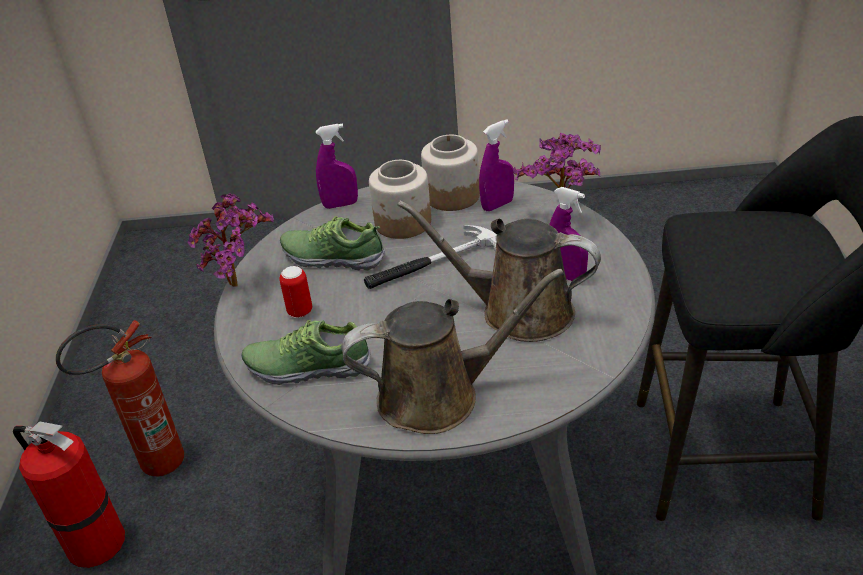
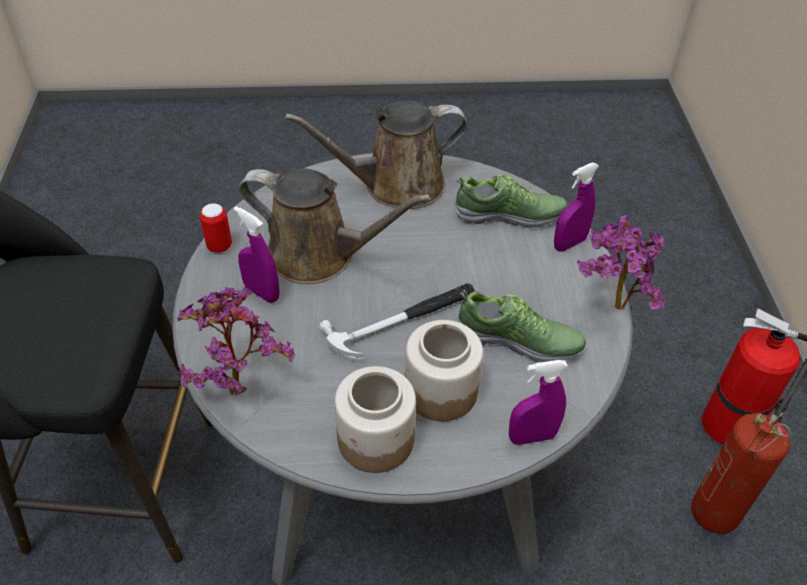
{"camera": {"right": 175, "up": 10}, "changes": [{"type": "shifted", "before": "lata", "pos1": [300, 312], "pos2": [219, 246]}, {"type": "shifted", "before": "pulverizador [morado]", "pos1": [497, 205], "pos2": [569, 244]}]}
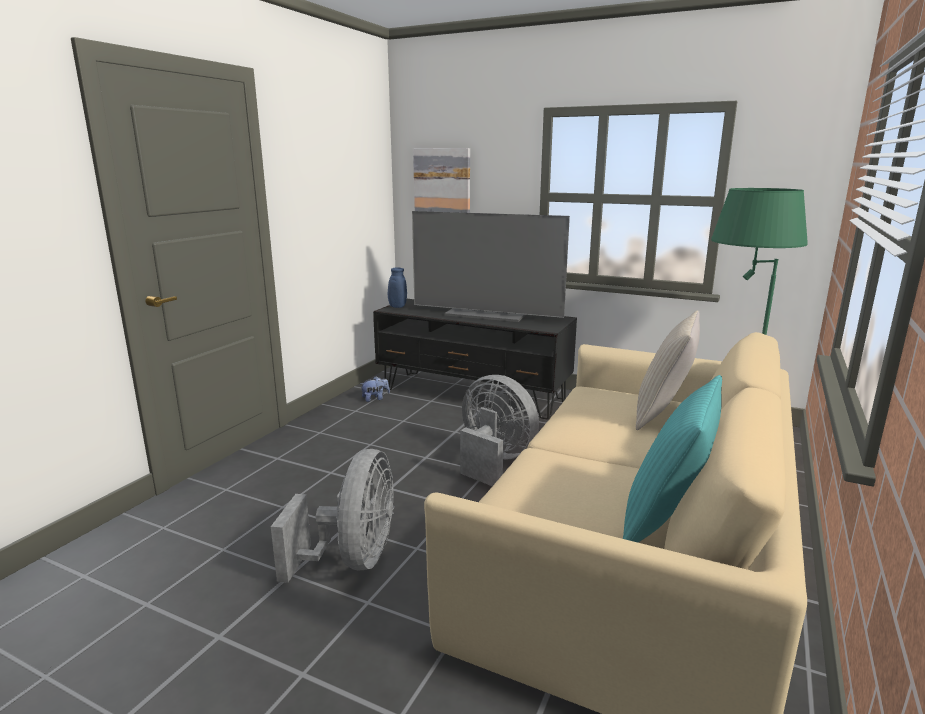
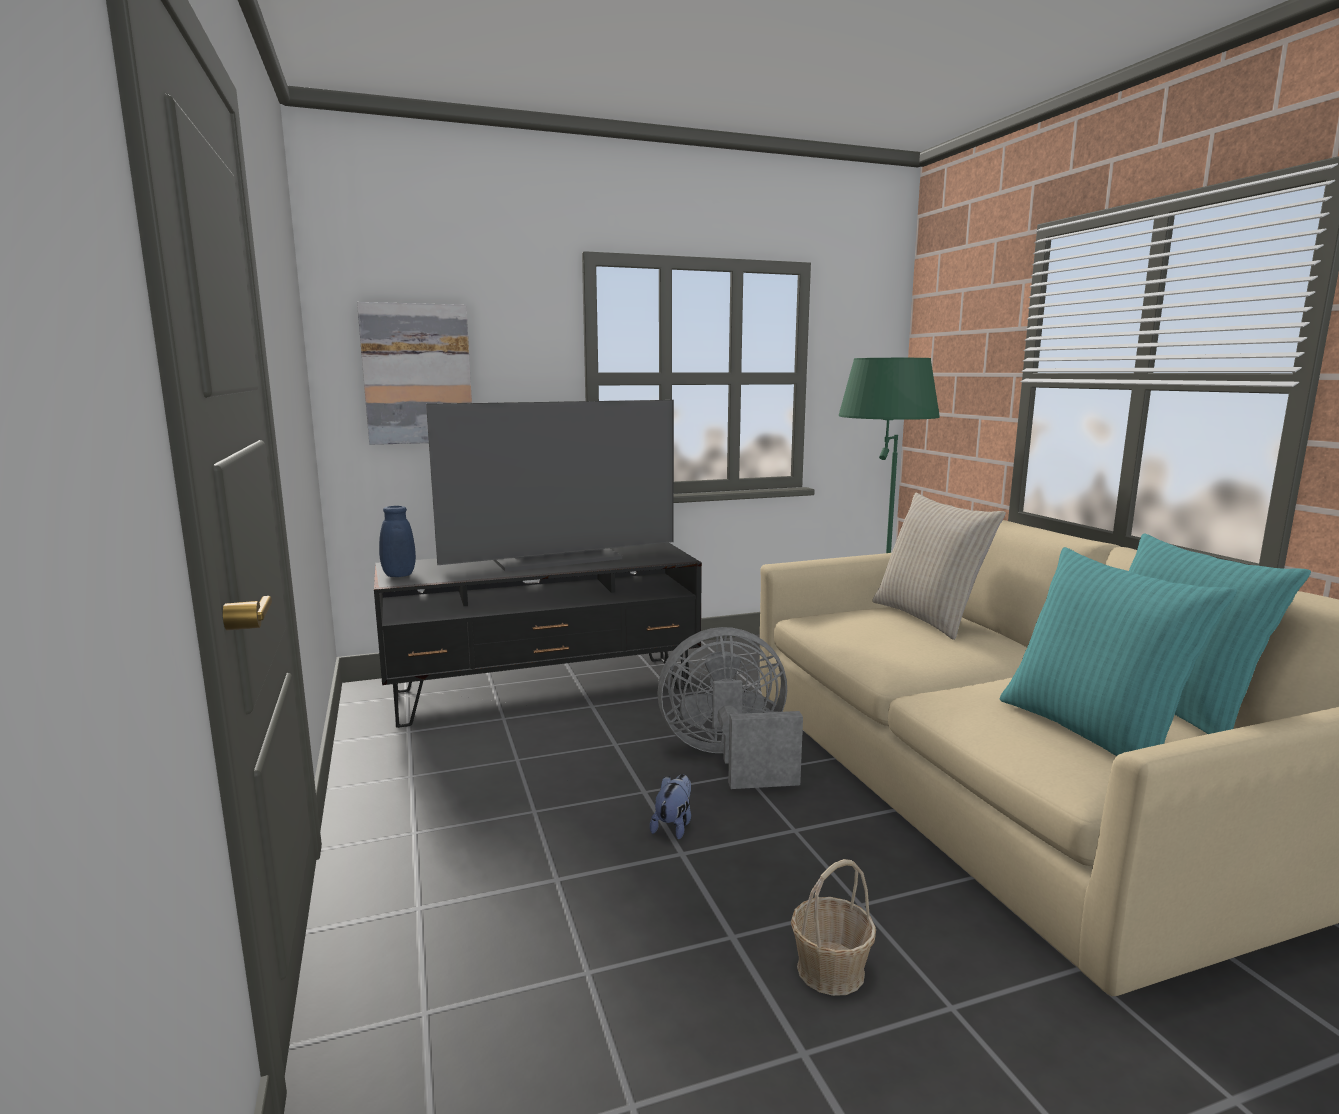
{"camera": {"right": -45, "up": -5}, "changes": [{"type": "new", "after": "cojín [turquesa]", "pos2": [1093, 732]}, {"type": "shifted", "before": "peluche", "pos1": [375, 399], "pos2": [674, 826]}, {"type": "swapped", "before": "ventilador [gris]", "after": "cesta", "pos1": [353, 559], "pos2": [830, 970]}]}
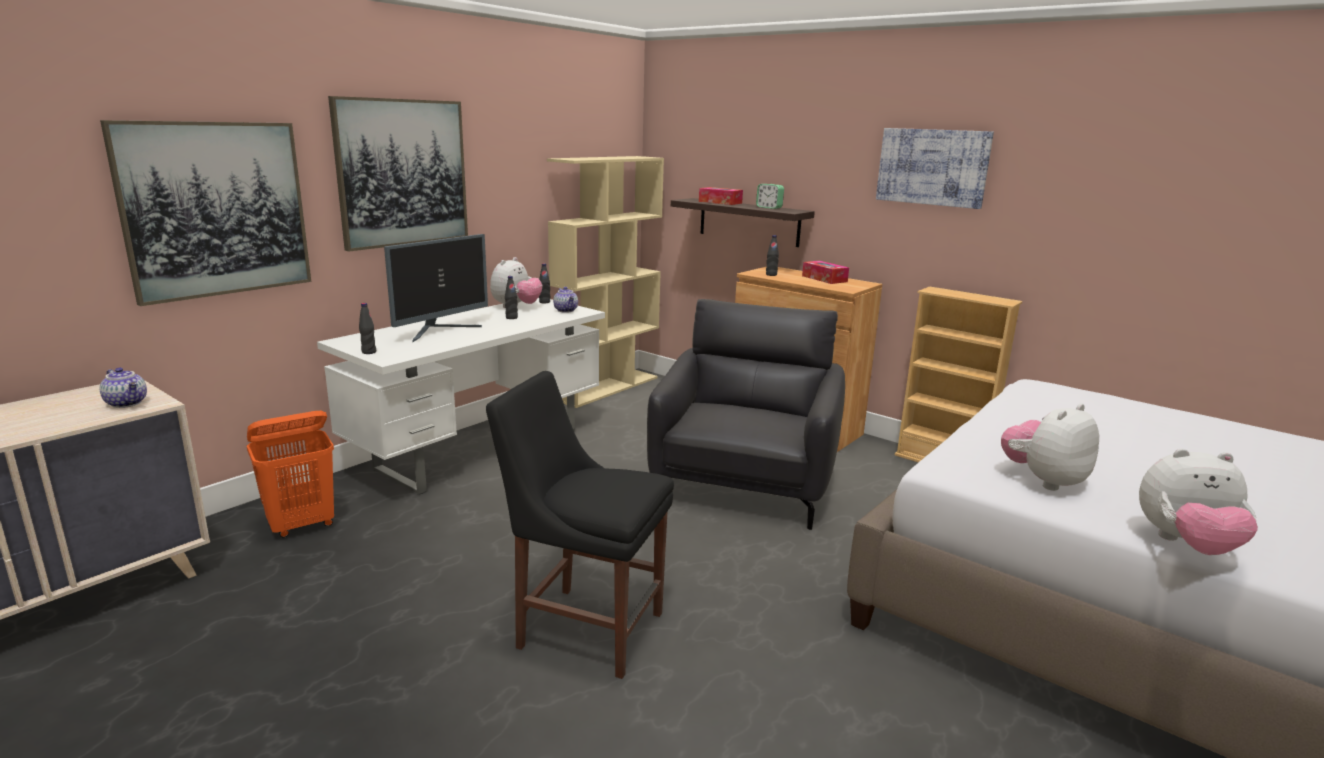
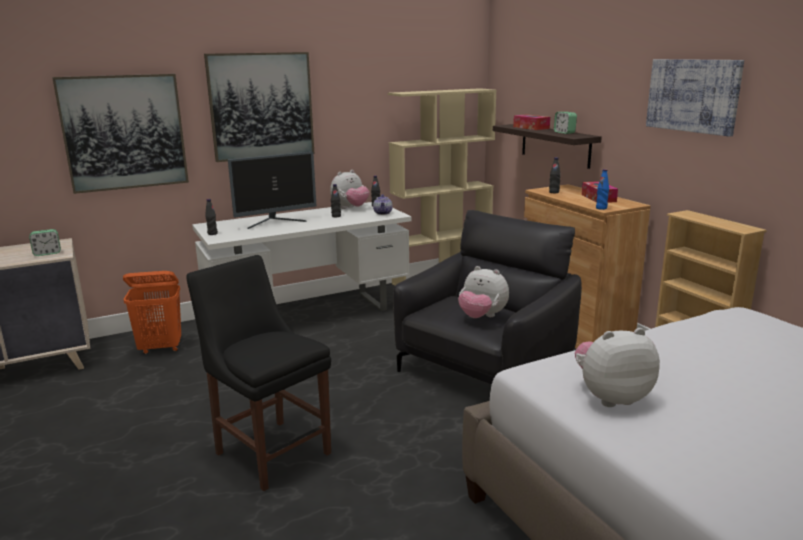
{"camera": {"right": 25, "up": 0}, "changes": [{"type": "new", "after": "botella [azul]", "pos2": [601, 208]}, {"type": "shifted", "before": "peluche", "pos1": [1186, 545], "pos2": [482, 317]}, {"type": "swapped", "before": "tetera", "after": "despertador", "pos1": [127, 403], "pos2": [47, 253]}]}
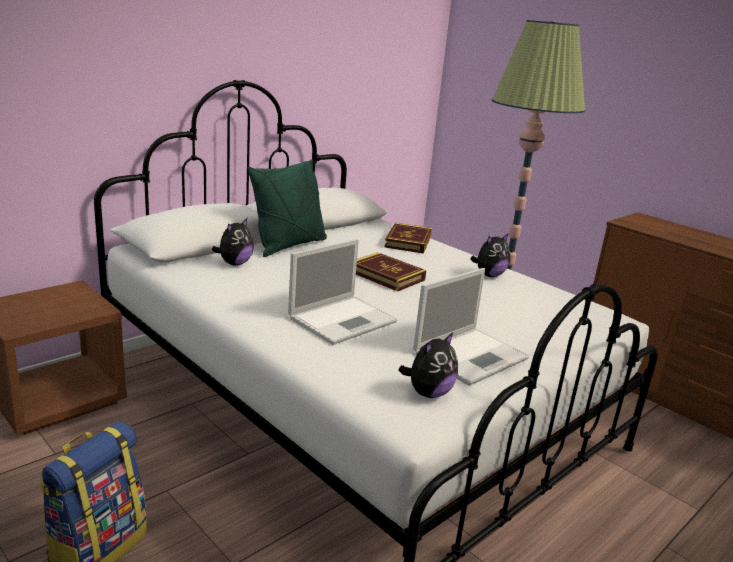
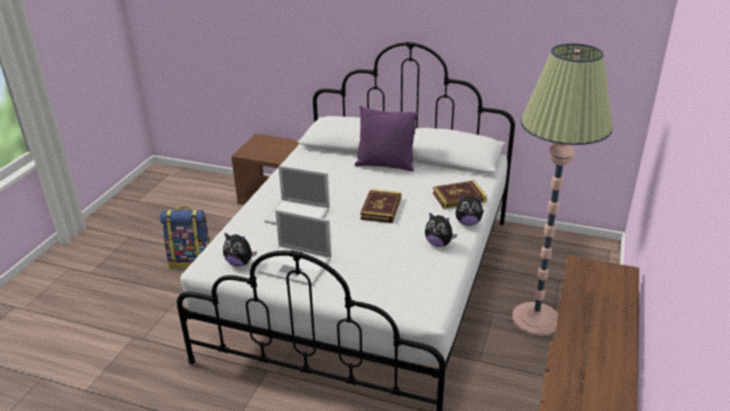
{"camera": {"right": 65, "up": 10}, "changes": [{"type": "shifted", "before": "peluche", "pos1": [234, 263], "pos2": [468, 223]}, {"type": "repainted", "before": "cojín [verde]", "after": "cojín [morado]", "pos1": [289, 245], "pos2": [385, 165]}]}
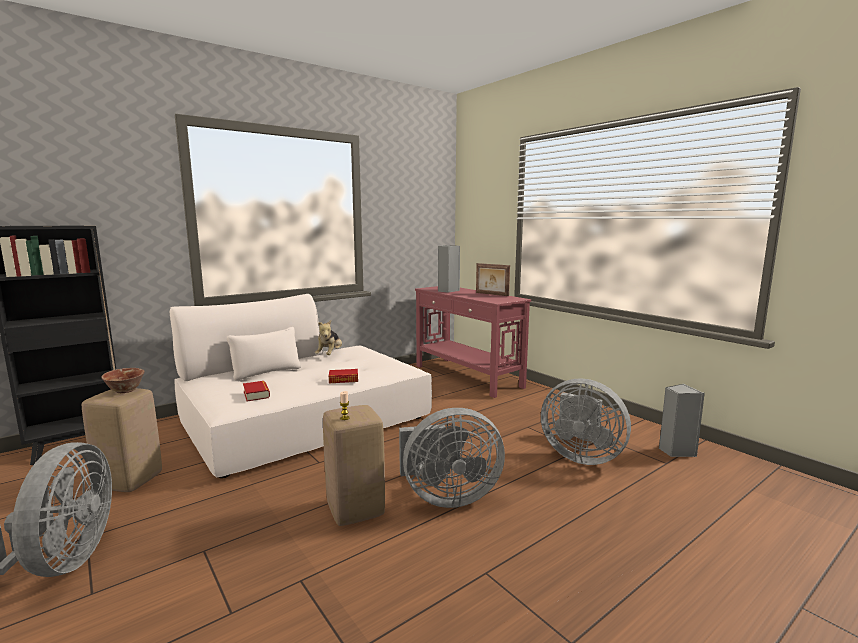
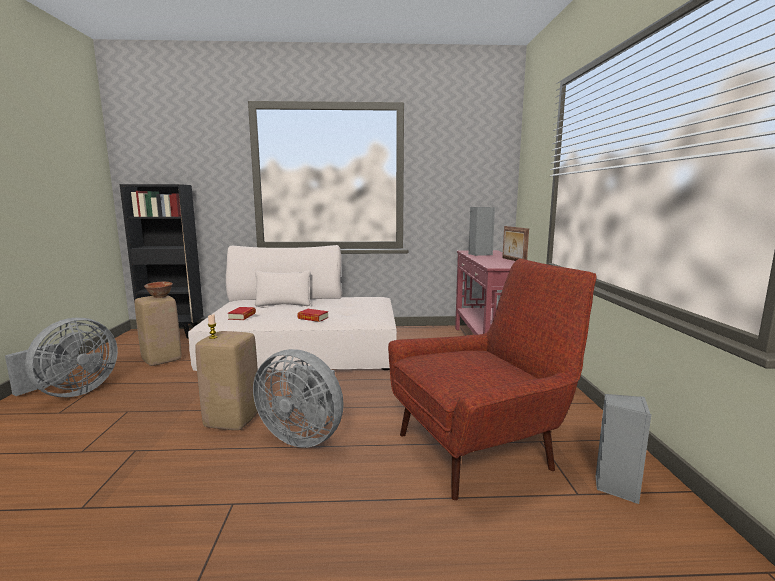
{"camera": {"right": 35, "up": 0}, "changes": [{"type": "gone", "before": "peluche", "pos1": [330, 355]}, {"type": "swapped", "before": "ventilador [gris]", "after": "sillón [rojo]", "pos1": [580, 456], "pos2": [481, 448]}]}
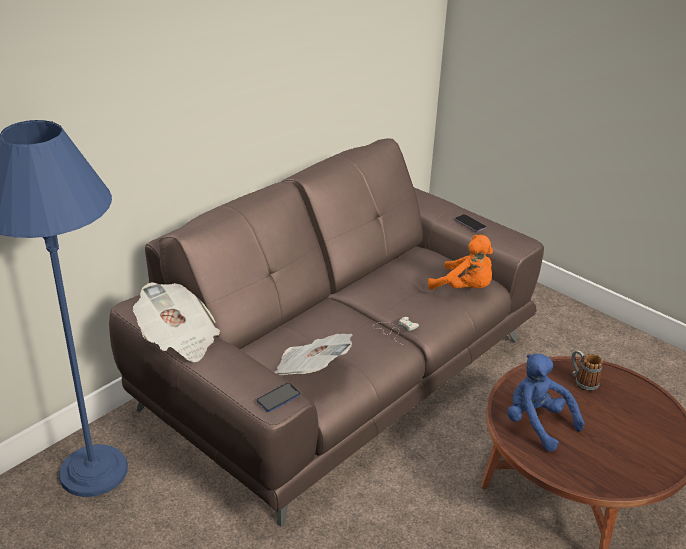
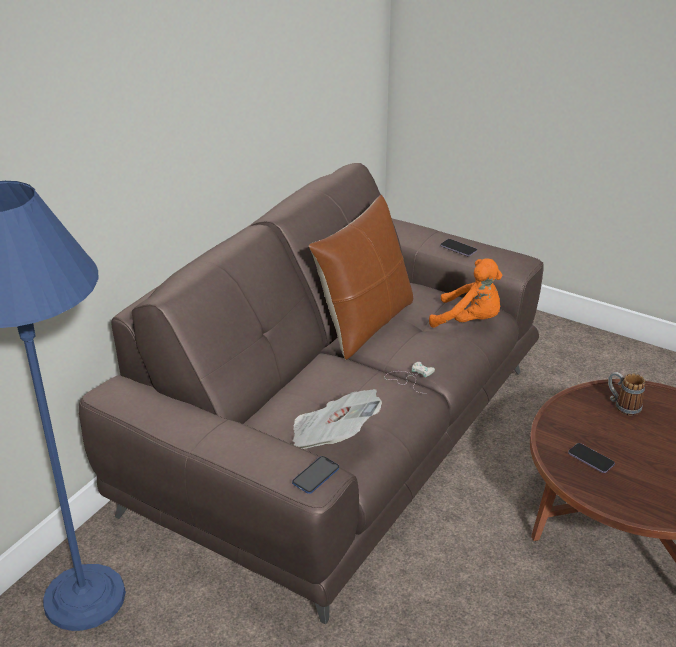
{"camera": {"right": -10, "up": 0}, "changes": [{"type": "gone", "before": "periódico", "pos1": [179, 339]}, {"type": "new", "after": "cojín [marrón]", "pos2": [364, 324]}, {"type": "swapped", "before": "peluche [azul]", "after": "móvil", "pos1": [536, 423], "pos2": [591, 459]}]}
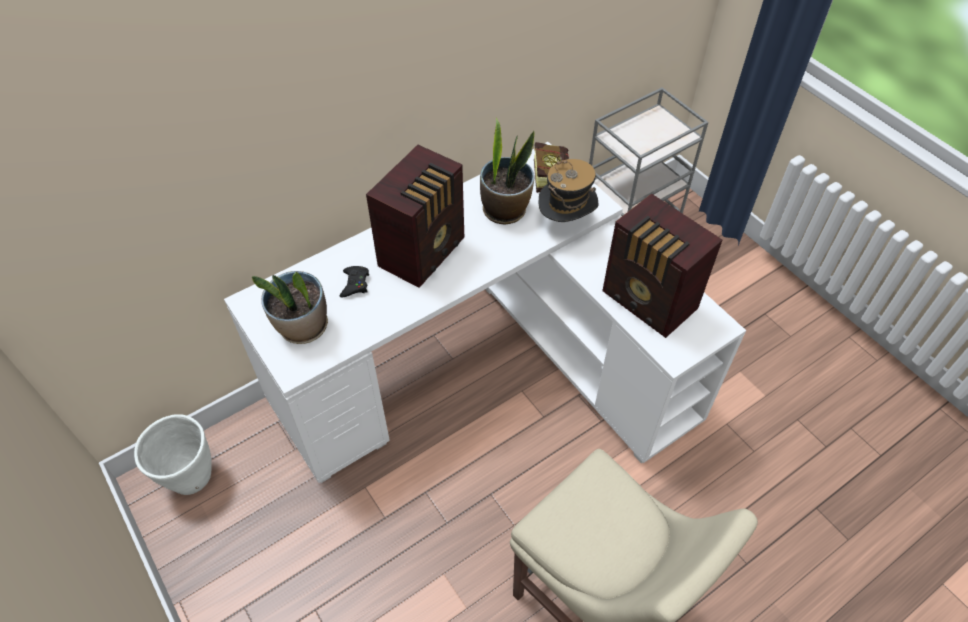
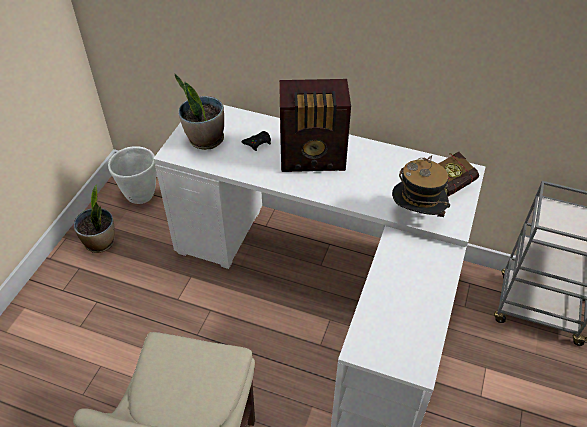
{"camera": {"right": 55, "up": -5}, "changes": [{"type": "gone", "before": "radio", "pos1": [649, 302]}, {"type": "shifted", "before": "planta en maceta", "pos1": [505, 210], "pos2": [100, 242]}]}
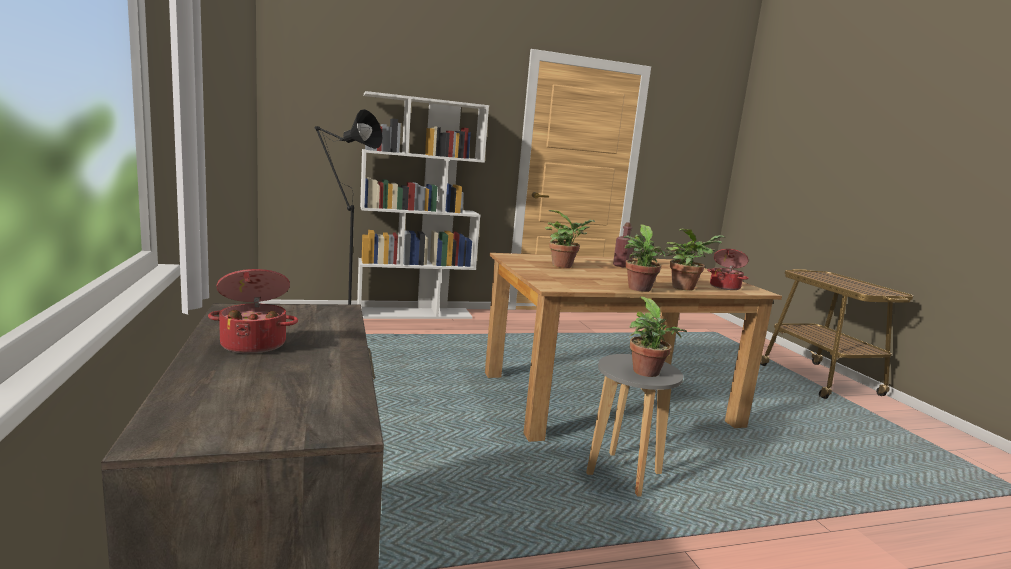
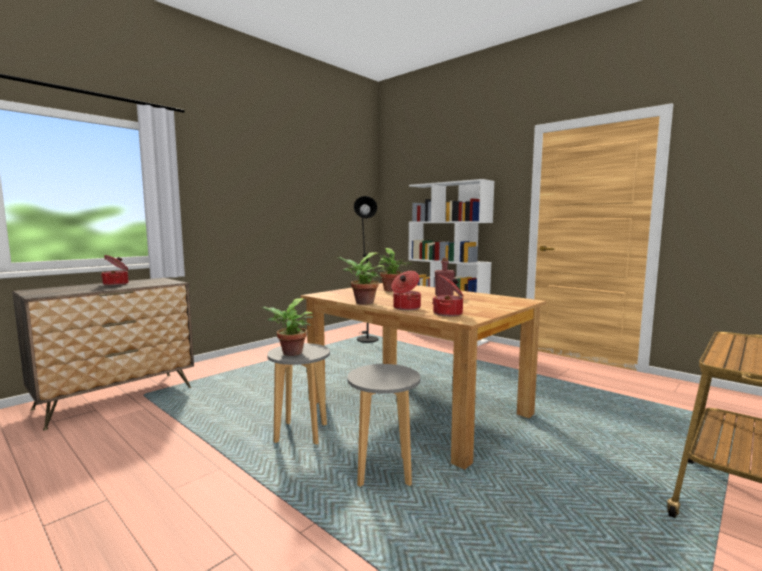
{"camera": {"right": 60, "up": -5}, "changes": [{"type": "new", "after": "taburete [gris]", "pos2": [383, 472]}, {"type": "swapped", "before": "planta en maceta", "after": "olla", "pos1": [685, 287], "pos2": [406, 308]}]}
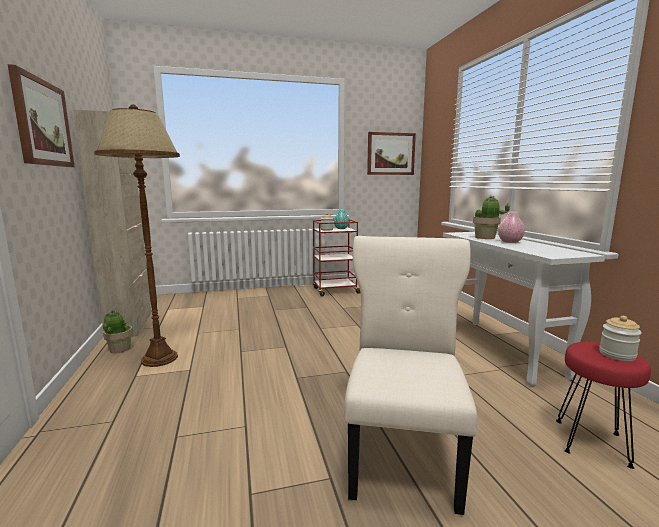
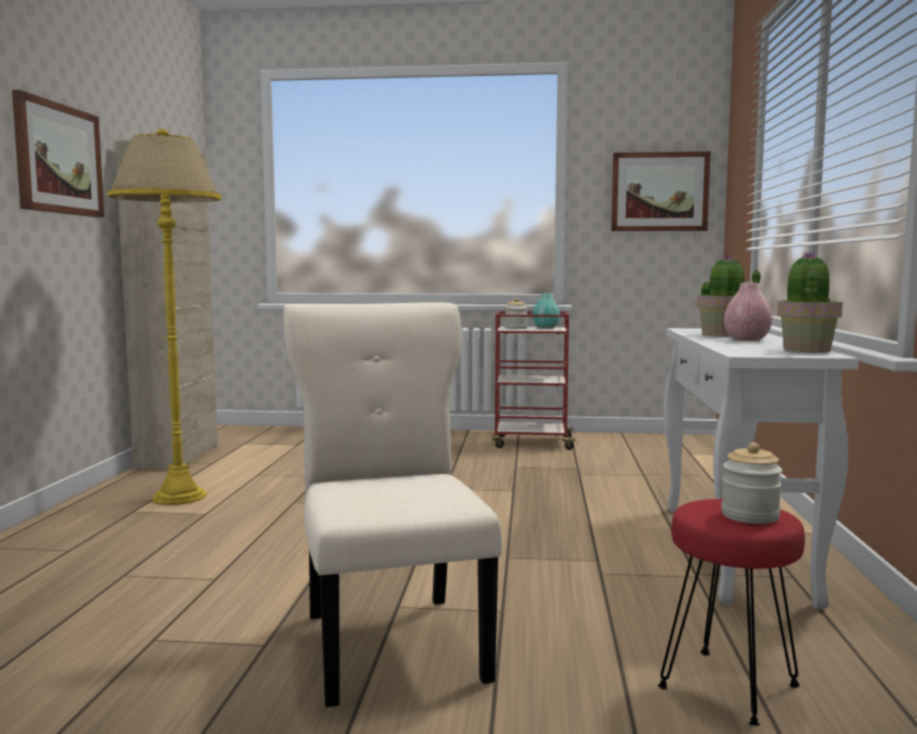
{"camera": {"right": 20, "up": -5}, "changes": [{"type": "shifted", "before": "planta en maceta", "pos1": [119, 349], "pos2": [806, 350]}, {"type": "repainted", "before": "lámpara de pie [marrón]", "after": "lámpara de pie [amarillo]", "pos1": [160, 358], "pos2": [180, 497]}, {"type": "rotated", "before": "silla [beis]", "pos1": [403, 454], "pos2": [392, 641], "turn": -45}]}
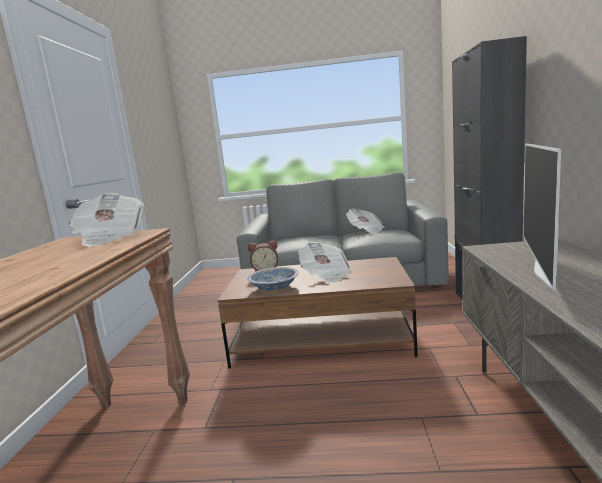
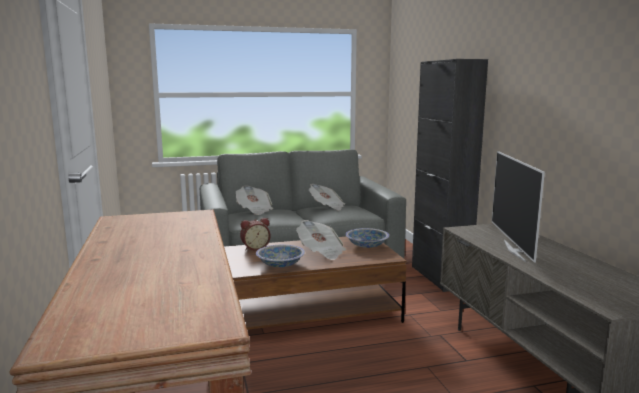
{"camera": {"right": -20, "up": 0}, "changes": [{"type": "new", "after": "cuenco", "pos2": [367, 245]}, {"type": "shifted", "before": "periódico", "pos1": [110, 238], "pos2": [254, 210]}]}
